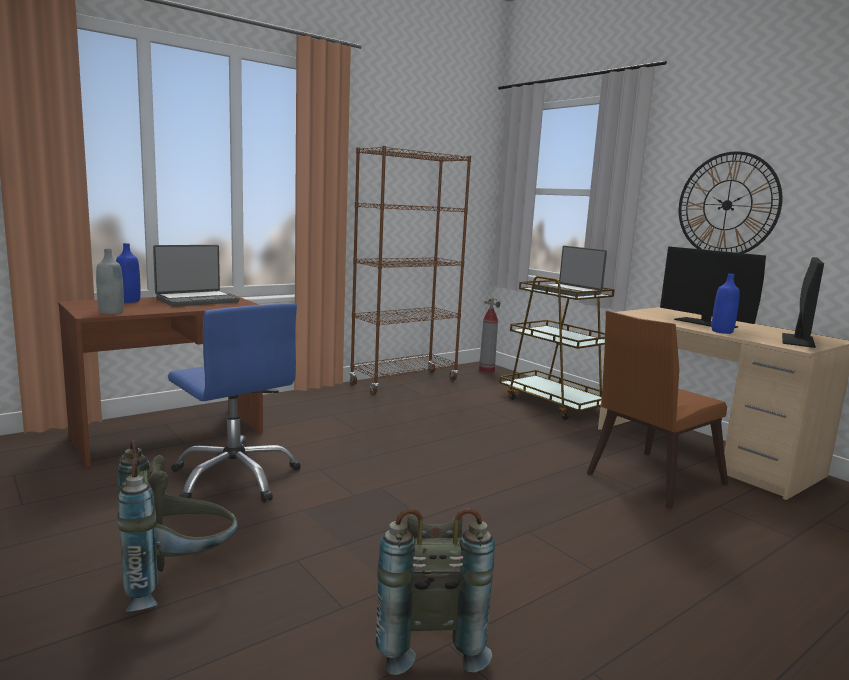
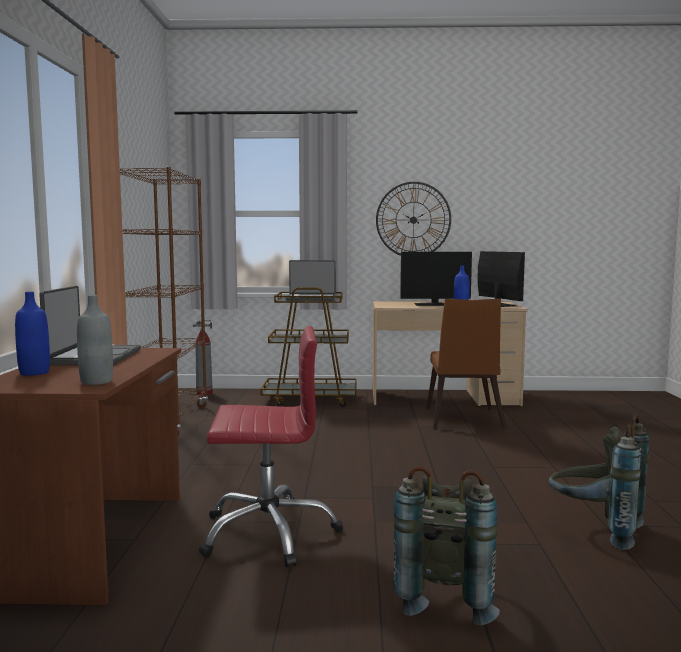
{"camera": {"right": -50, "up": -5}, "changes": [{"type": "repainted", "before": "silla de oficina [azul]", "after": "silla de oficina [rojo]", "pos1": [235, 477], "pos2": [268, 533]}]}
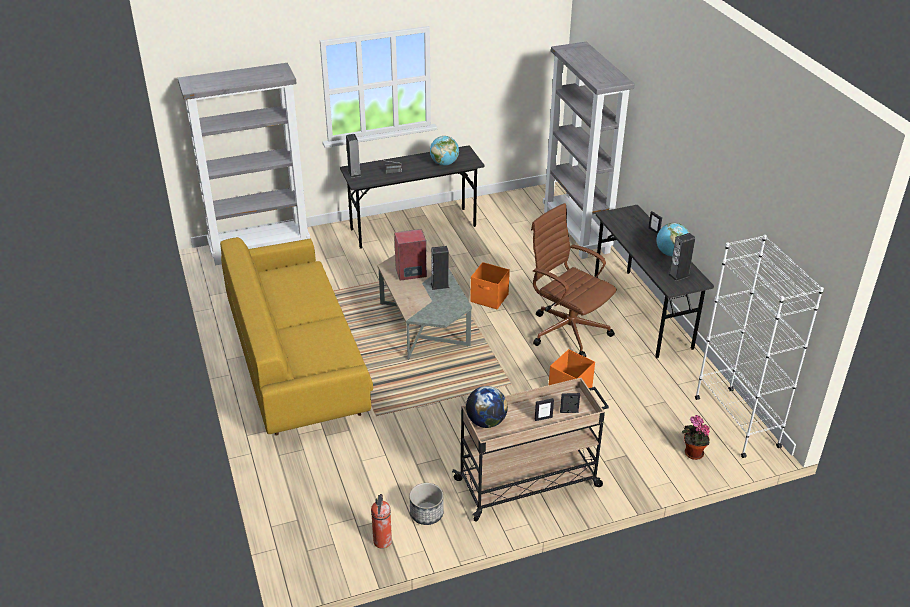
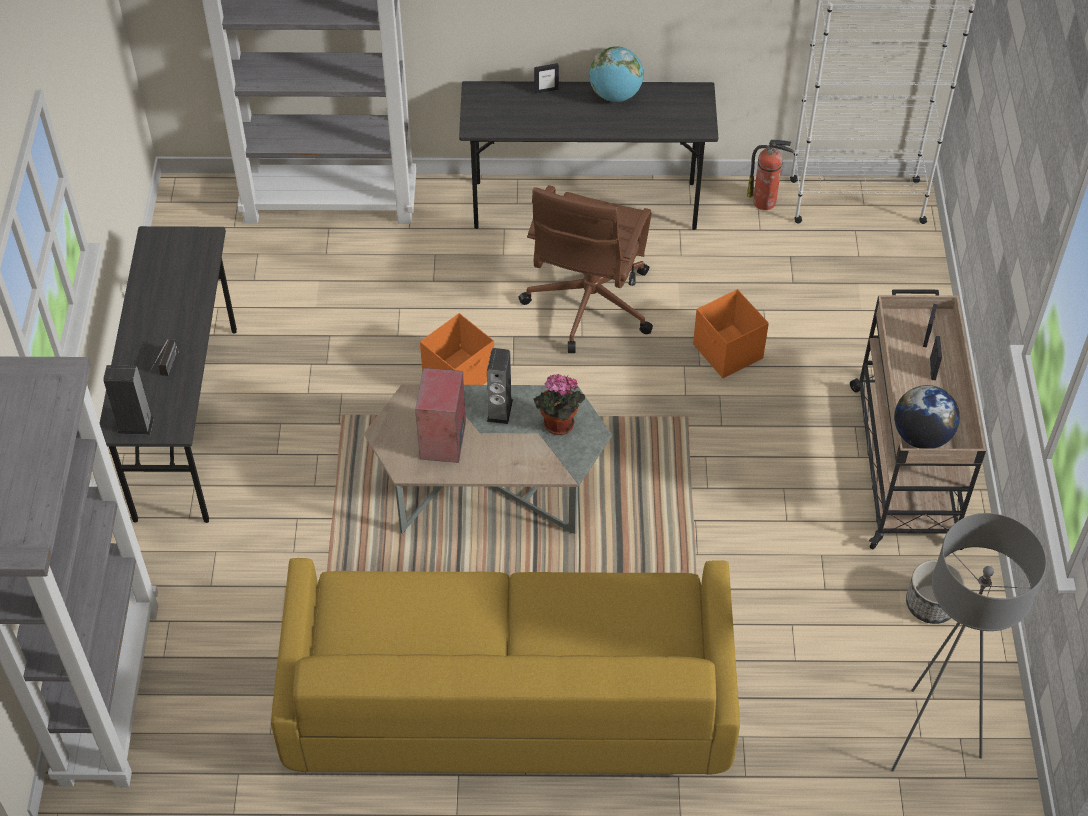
{"camera": {"right": -70, "up": 15}, "changes": [{"type": "gone", "before": "globo terráqueo", "pos1": [444, 163]}, {"type": "gone", "before": "altavoz", "pos1": [679, 275]}, {"type": "new", "after": "lámpara de pie [gris]", "pos2": [928, 737]}, {"type": "shifted", "before": "extintor", "pos1": [382, 542], "pos2": [766, 202]}, {"type": "shifted", "before": "planta en maceta", "pos1": [692, 453], "pos2": [557, 426]}, {"type": "rotated", "before": "silla de oficina [marrón]", "pos1": [567, 330], "pos2": [588, 306], "turn": -45}]}
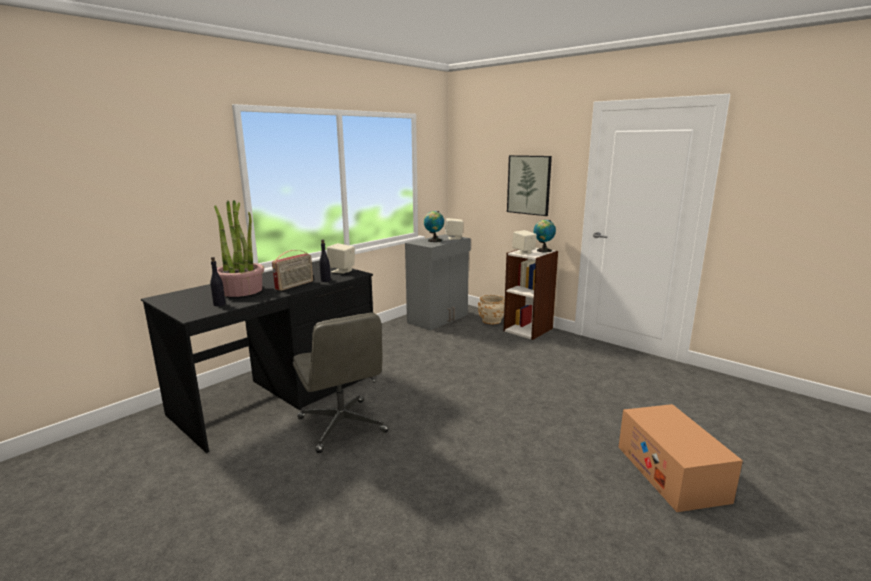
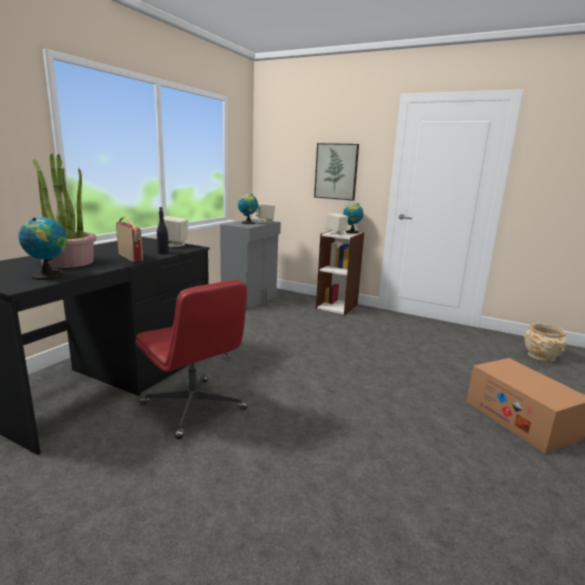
{"camera": {"right": -15, "up": 0}, "changes": [{"type": "shifted", "before": "maceta [beis]", "pos1": [491, 320], "pos2": [541, 356]}, {"type": "swapped", "before": "botella [negro]", "after": "globo terráqueo", "pos1": [219, 304], "pos2": [48, 275]}, {"type": "repainted", "before": "silla de oficina [gris]", "after": "silla de oficina [rojo]", "pos1": [342, 425], "pos2": [194, 407]}, {"type": "rotated", "before": "radio", "pos1": [295, 285], "pos2": [131, 257], "turn": -60}]}
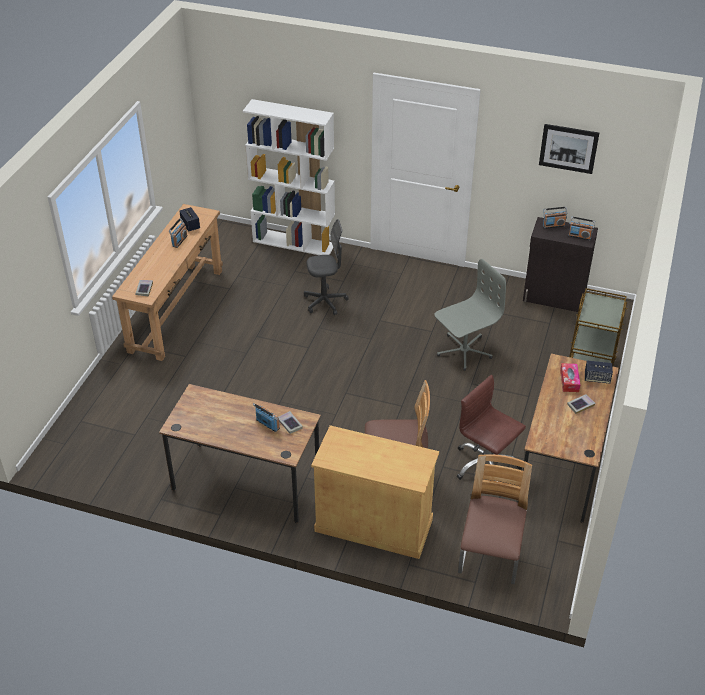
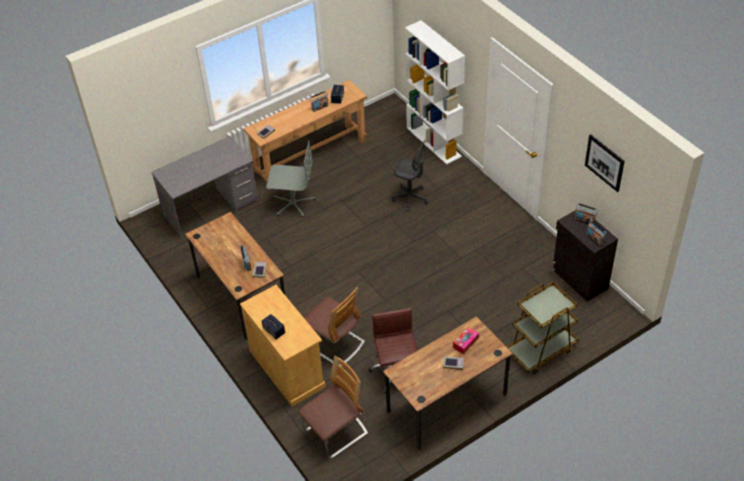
{"camera": {"right": 40, "up": 5}, "changes": [{"type": "new", "after": "escritorio [gris]", "pos2": [211, 208]}, {"type": "shifted", "before": "silla de oficina [gris]", "pos1": [463, 351], "pos2": [293, 203]}, {"type": "shifted", "before": "altavoz", "pos1": [597, 378], "pos2": [274, 331]}]}
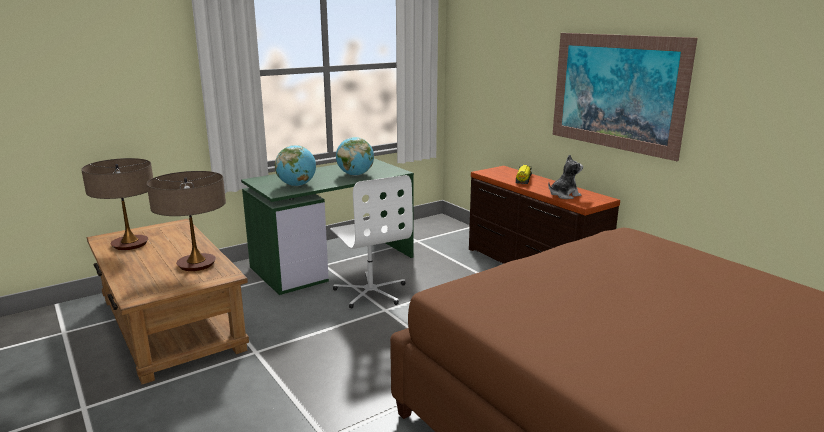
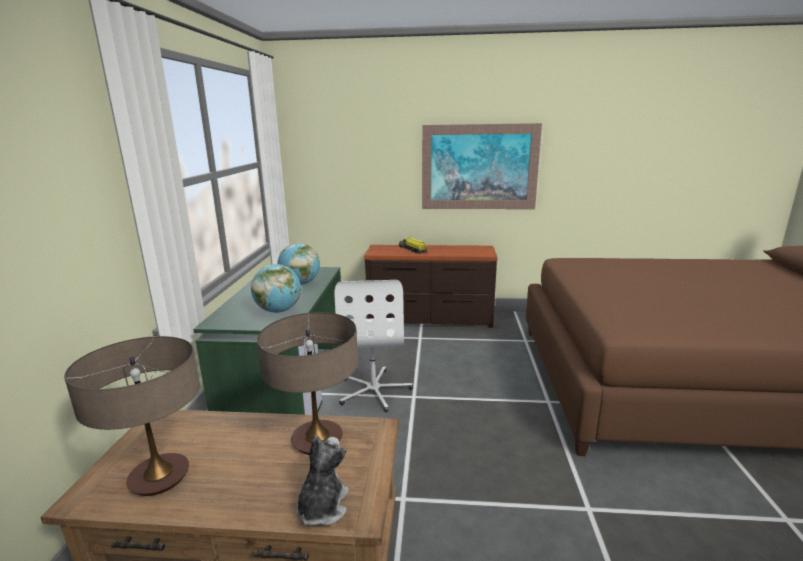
{"camera": {"right": -50, "up": 0}, "changes": [{"type": "shifted", "before": "peluche", "pos1": [564, 195], "pos2": [322, 507]}, {"type": "rotated", "before": "silla de oficina [blanco]", "pos1": [371, 292], "pos2": [374, 390], "turn": 75}]}
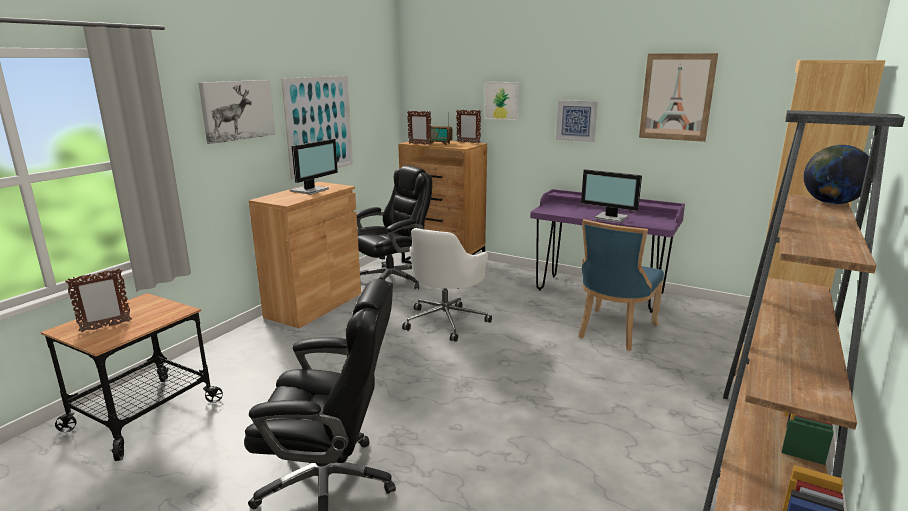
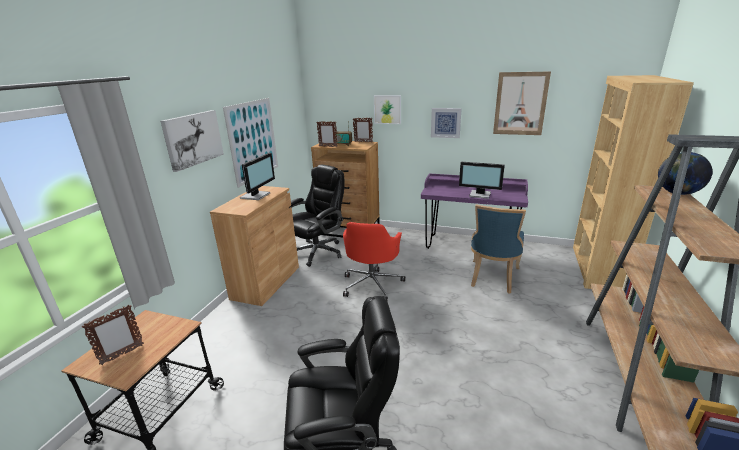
{"camera": {"right": -10, "up": 5}, "changes": [{"type": "repainted", "before": "silla de oficina [blanco]", "after": "silla de oficina [rojo]", "pos1": [446, 321], "pos2": [372, 284]}]}
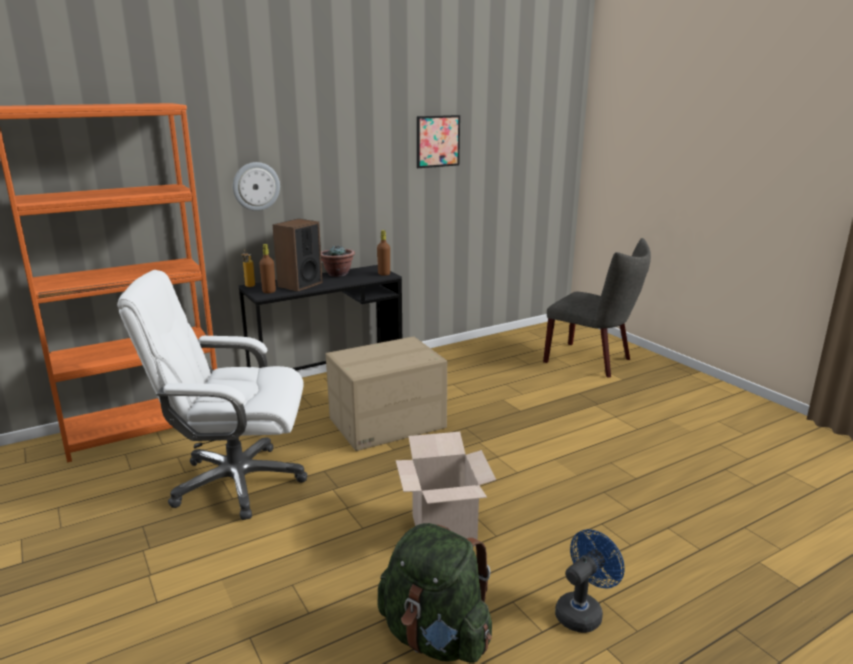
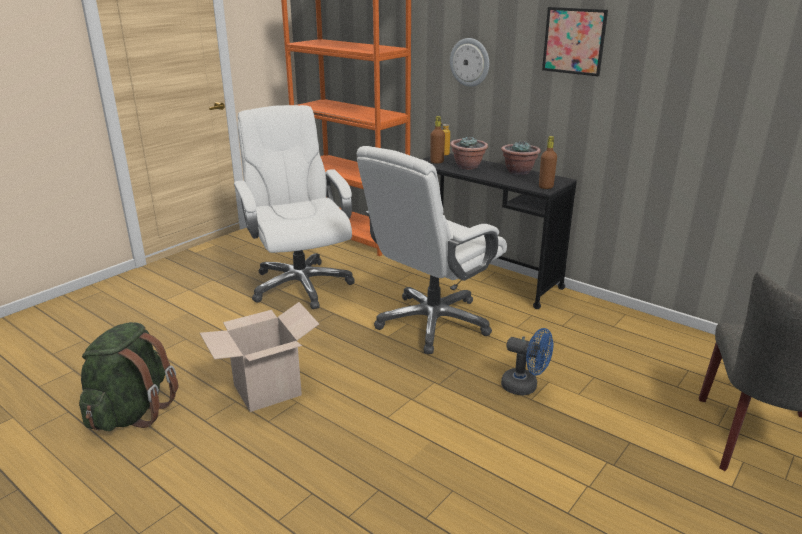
{"camera": {"right": 70, "up": 5}, "changes": [{"type": "shifted", "before": "cuadro", "pos1": [437, 141], "pos2": [574, 41]}, {"type": "shifted", "before": "ventilador [azul]", "pos1": [583, 611], "pos2": [525, 387]}, {"type": "swapped", "before": "altavoz", "after": "planta en maceta", "pos1": [300, 284], "pos2": [468, 166]}, {"type": "swapped", "before": "caja de cartón", "after": "silla de oficina [blanco]", "pos1": [387, 424], "pos2": [432, 323]}]}
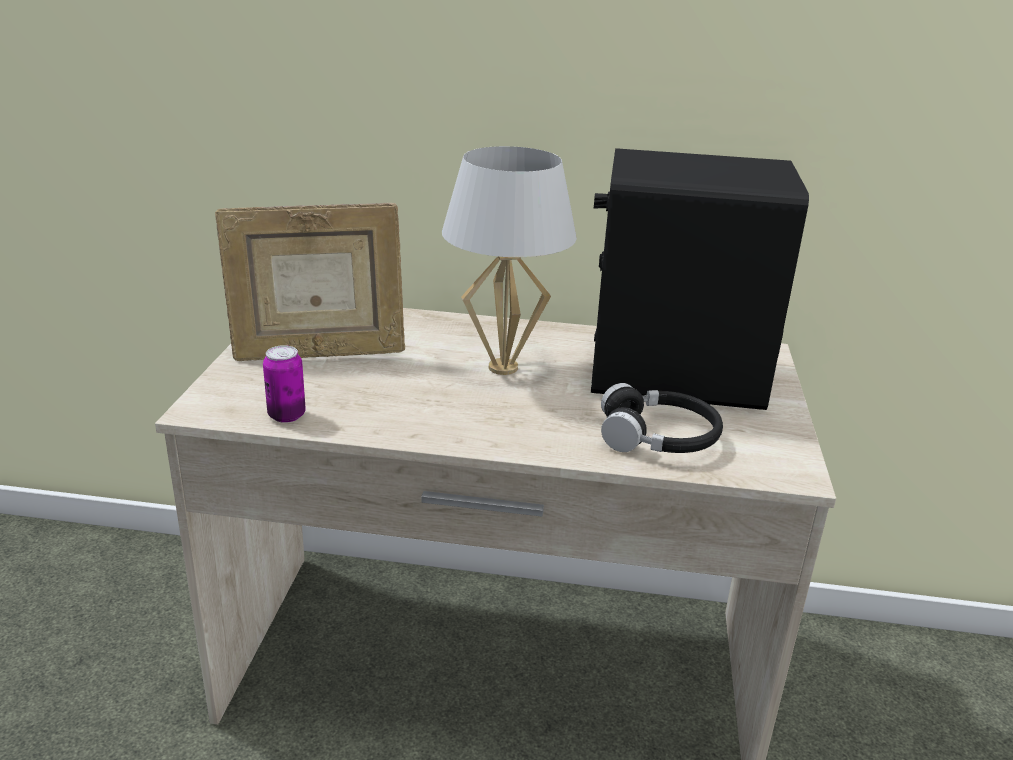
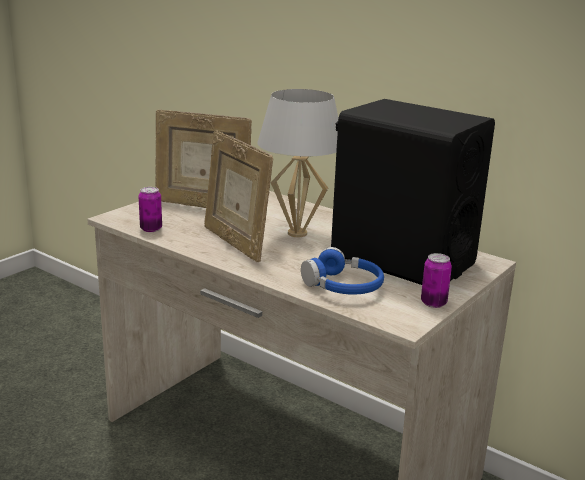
{"camera": {"right": 30, "up": -5}, "changes": [{"type": "new", "after": "portarretratos", "pos2": [235, 243]}, {"type": "new", "after": "lata", "pos2": [433, 303]}, {"type": "repainted", "before": "auriculares [negro]", "after": "auriculares [azul]", "pos1": [659, 437], "pos2": [343, 286]}]}
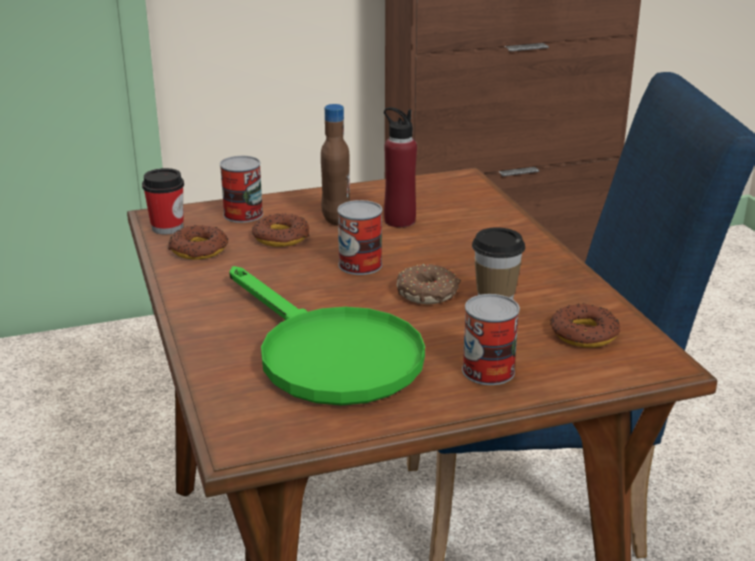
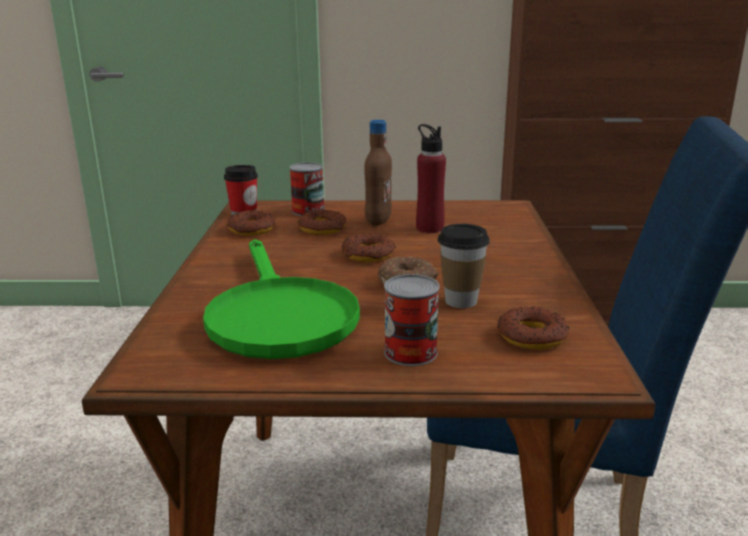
{"camera": {"right": 20, "up": -5}, "changes": [{"type": "swapped", "before": "lata", "after": "rosquilla", "pos1": [360, 265], "pos2": [368, 254]}]}
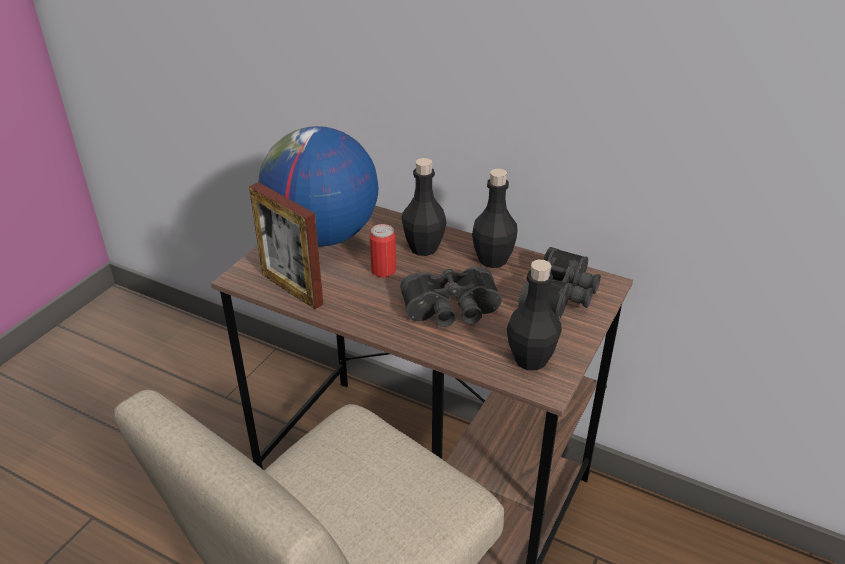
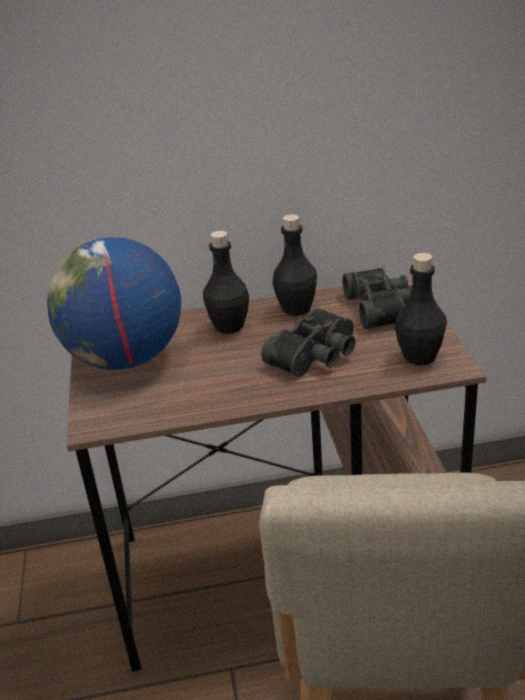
{"camera": {"right": -35, "up": -5}, "changes": [{"type": "gone", "before": "portarretratos", "pos1": [292, 289]}, {"type": "gone", "before": "lata", "pos1": [383, 270]}]}
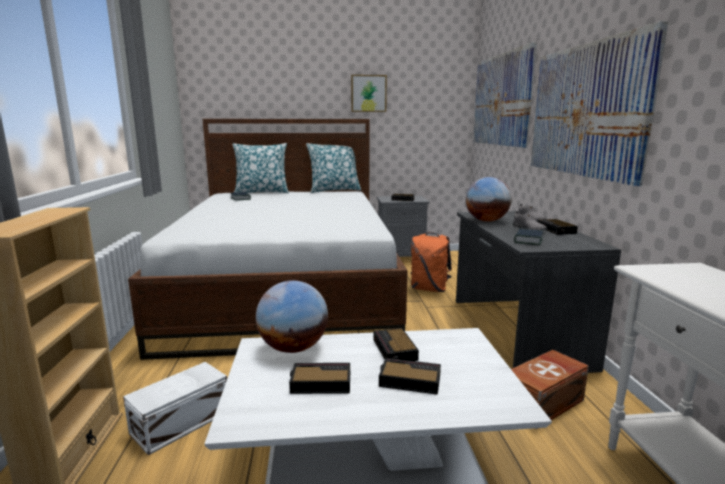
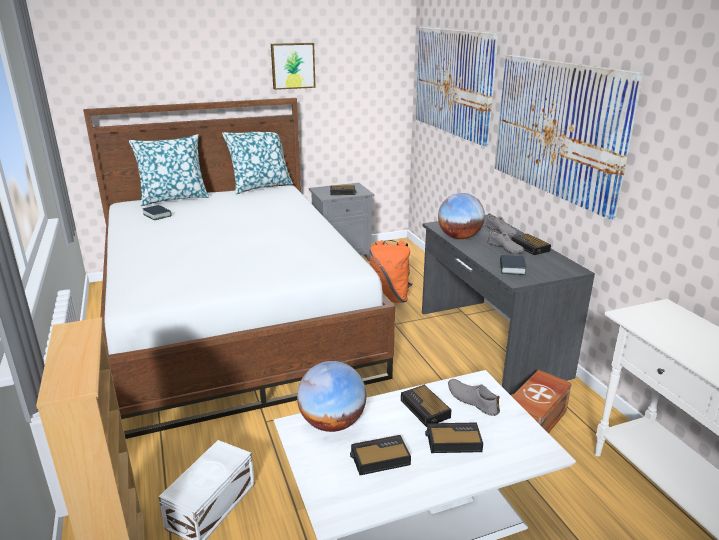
{"camera": {"right": -15, "up": 10}, "changes": [{"type": "new", "after": "zapato [gris]", "pos2": [472, 400]}]}
